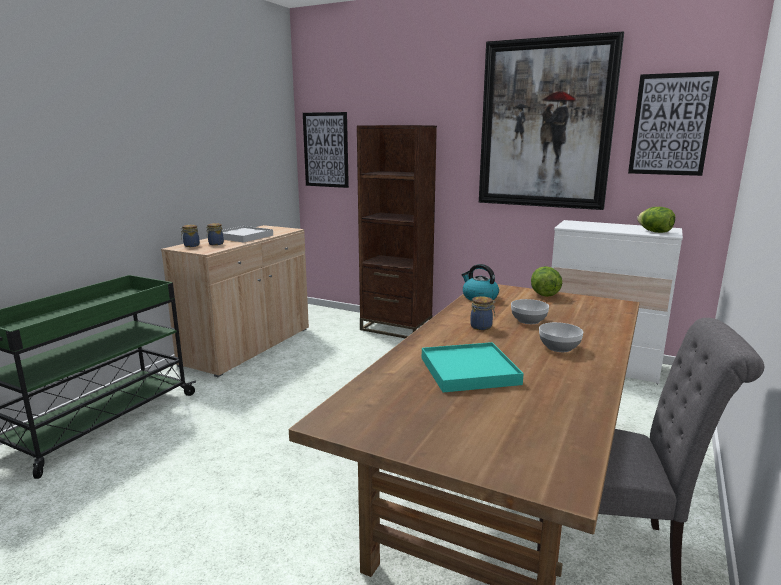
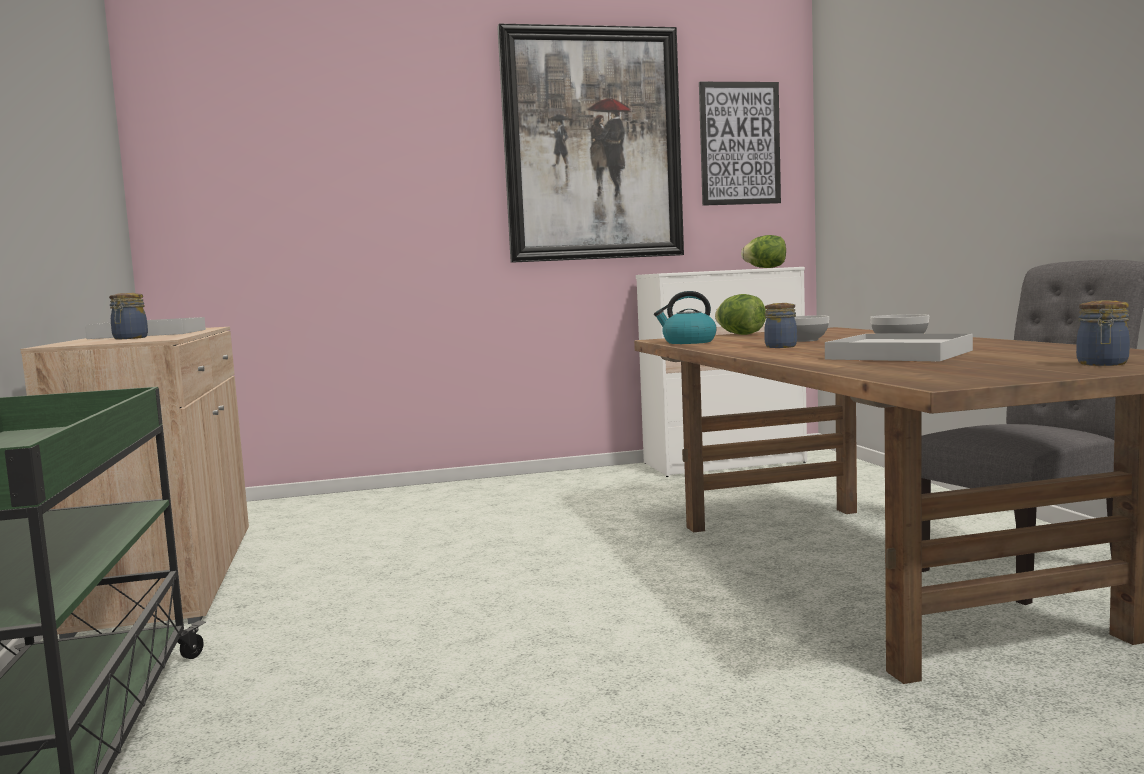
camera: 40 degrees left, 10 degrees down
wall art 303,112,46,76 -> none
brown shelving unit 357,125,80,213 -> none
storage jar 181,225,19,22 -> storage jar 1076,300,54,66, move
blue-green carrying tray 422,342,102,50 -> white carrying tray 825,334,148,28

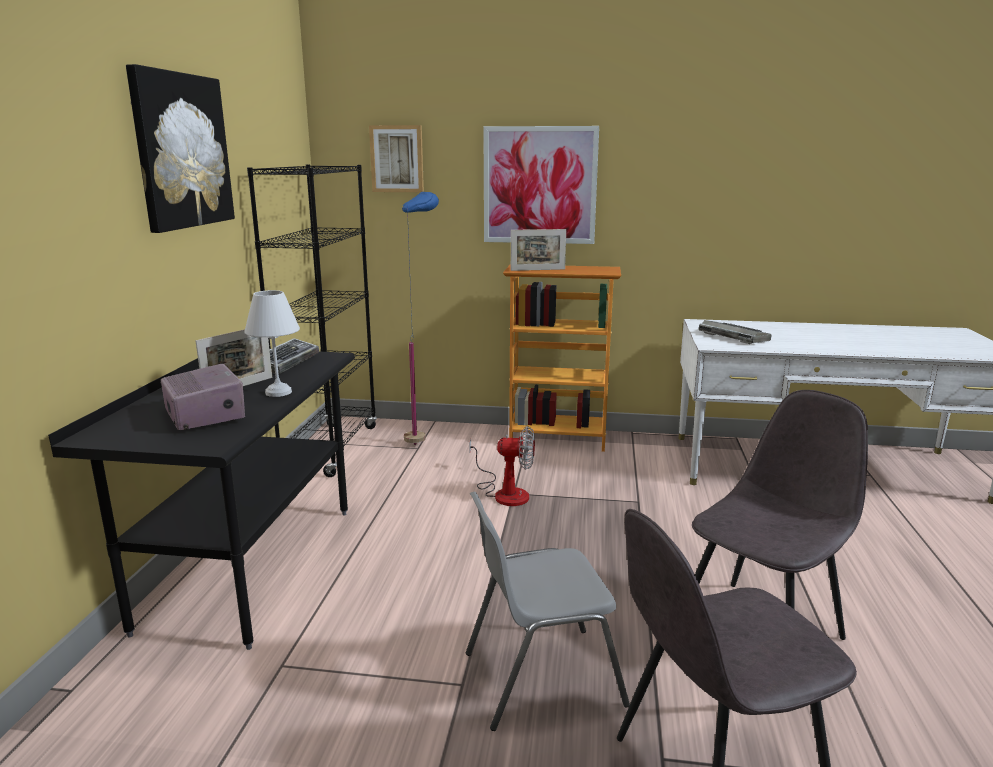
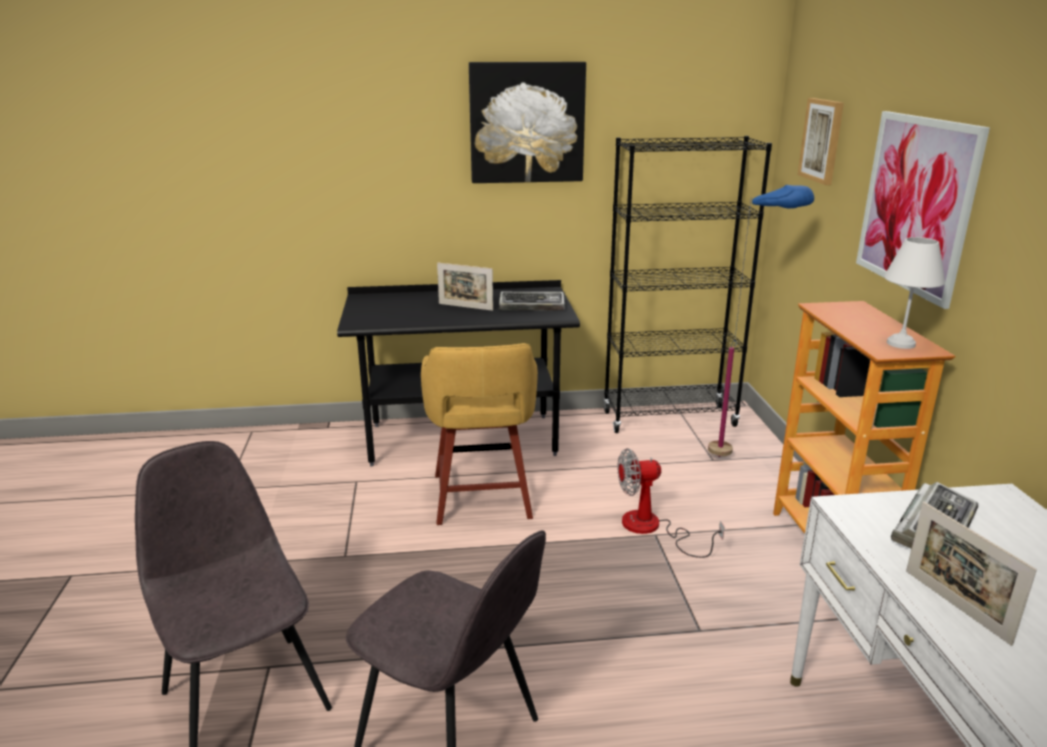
camera: 75 degrees right, 5 degrees up
photo frame 511,229,55,42 -> photo frame 906,502,131,144, move
white table lamp 244,290,56,107 -> white table lamp 884,237,61,112, move
radio receiver 161,364,84,66 -> none
fan 469,426,66,80 -> fan 617,448,107,110, 90 degrees clockwise
gray chair 466,492,164,239 -> none
none -> yellowish stool 421,343,117,182

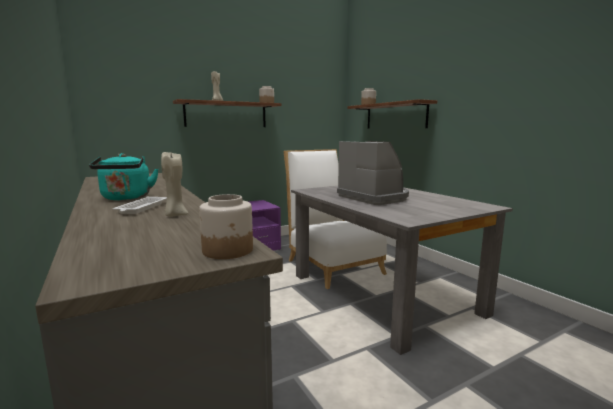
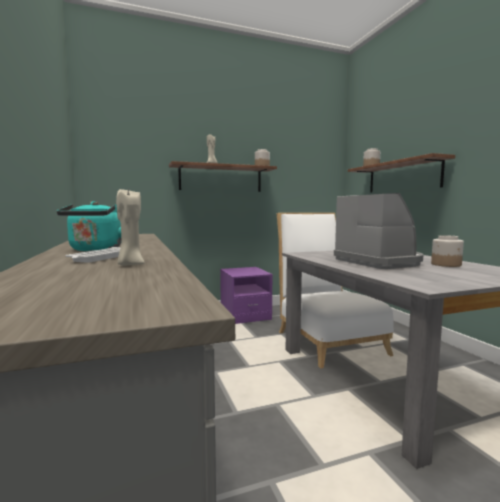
camera: 10 degrees right, 5 degrees down
storage jar 199,194,54,65 -> storage jar 431,235,33,32, move

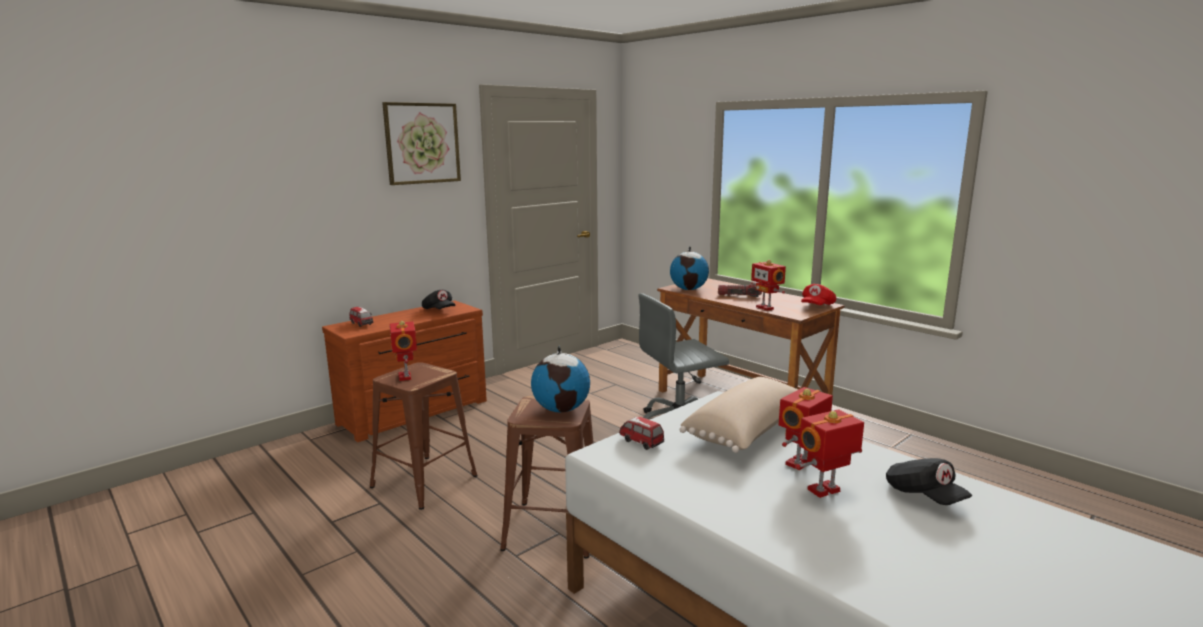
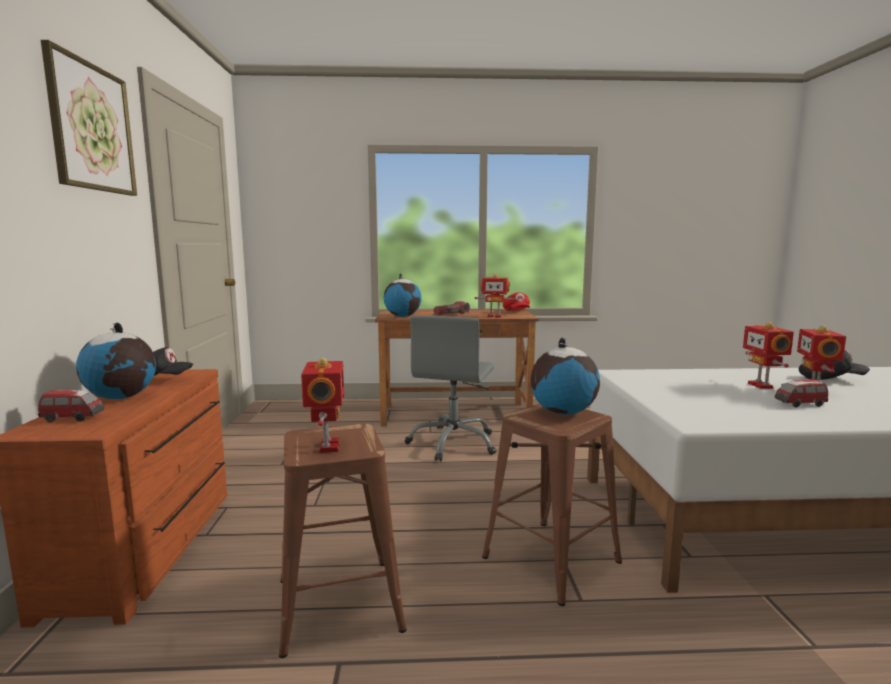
camera: 50 degrees left, 5 degrees down
toy robot 390,321,27,60 -> toy robot 301,357,43,96, 120 degrees counterclockwise
beige cushion 680,377,118,76 -> none
model car 619,417,45,33 -> model car 775,380,53,27, move
none -> desk globe 76,323,80,76

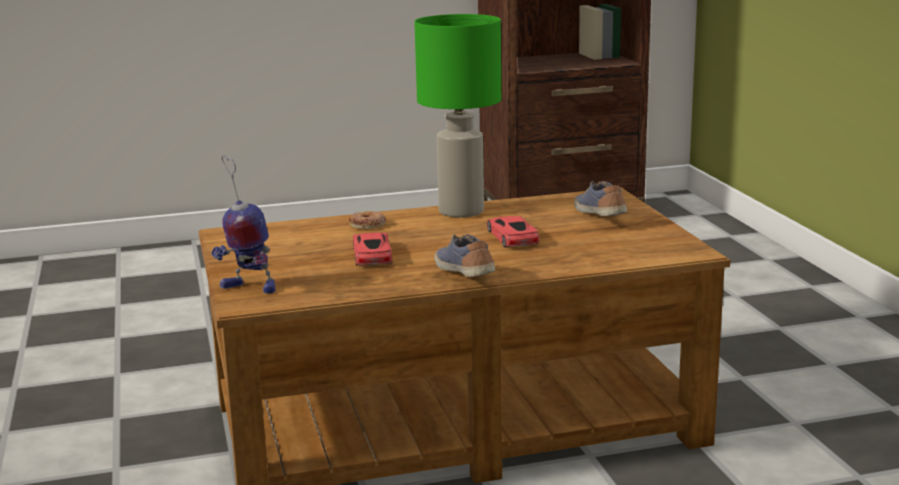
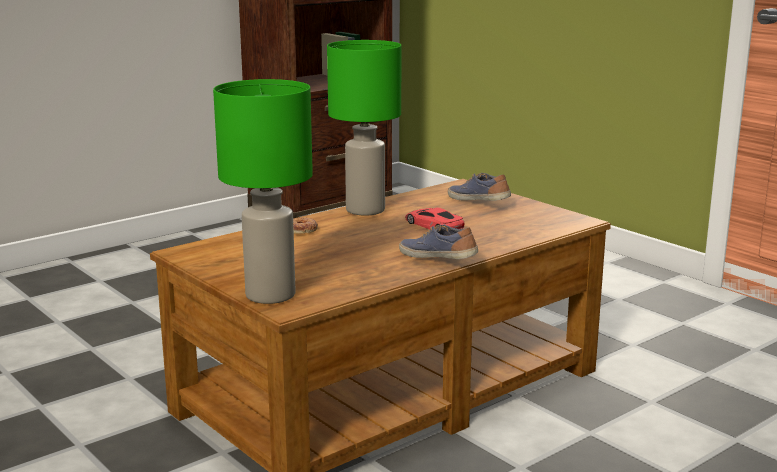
camera: 25 degrees left, 0 degrees up
toy robot 211,155,64,139 -> green table lamp 213,79,100,225
reddish model car 353,232,39,33 -> none

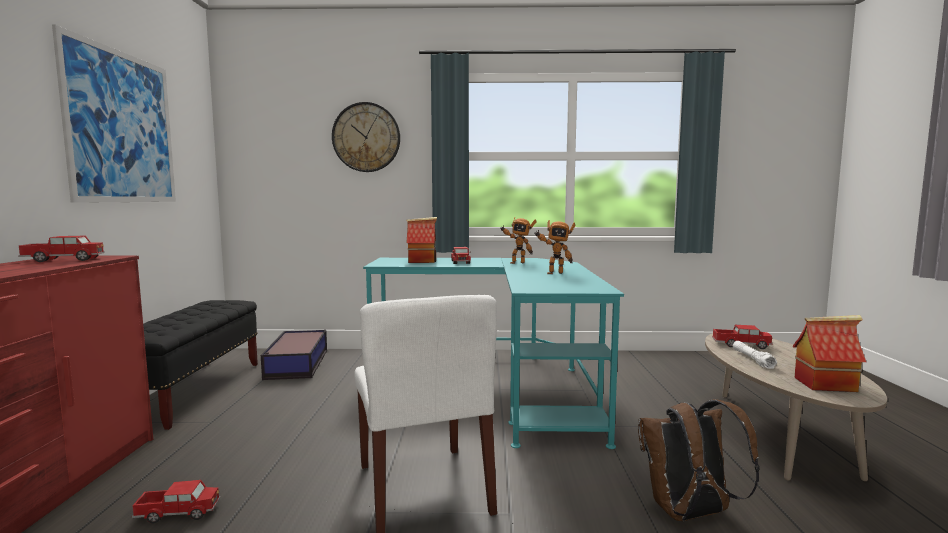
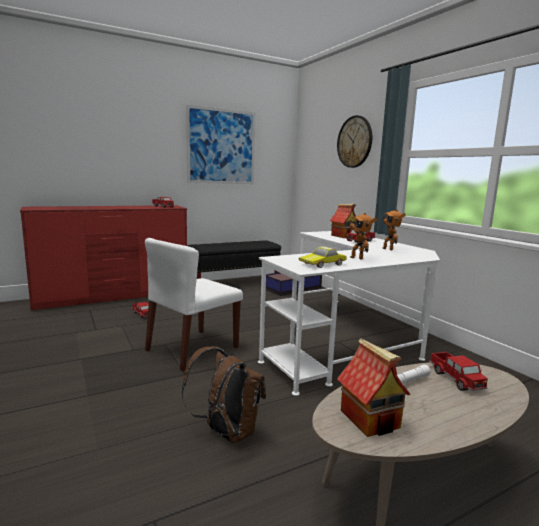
camera: 60 degrees right, 5 degrees up
blue-green desk table 363,258,261,191 -> white desk table 258,231,182,165
none -> model car 298,246,49,22

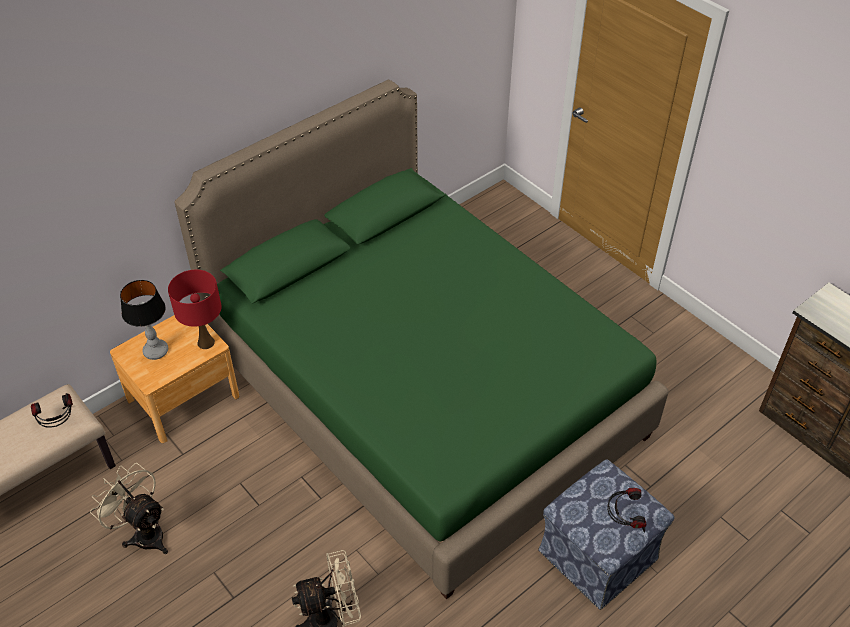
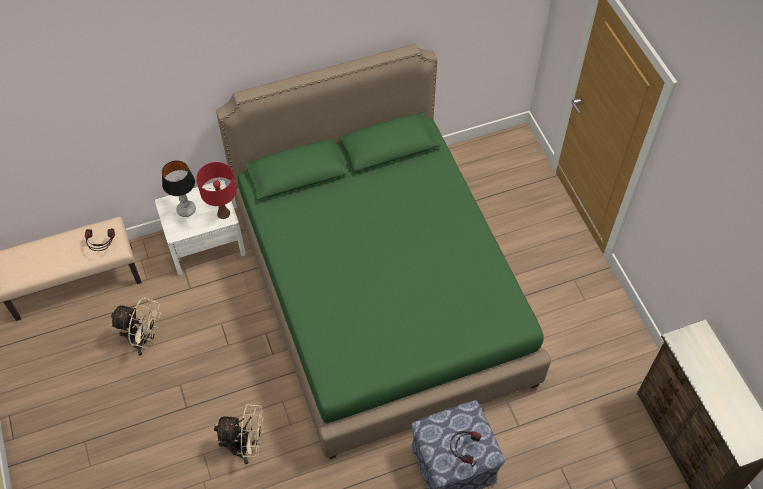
camera: 20 degrees right, 10 degrees up
brown night table 110,315,129,128 -> white night table 155,180,91,95
beige fan 90,463,78,91 -> beige fan 110,297,51,58, 135 degrees clockwise

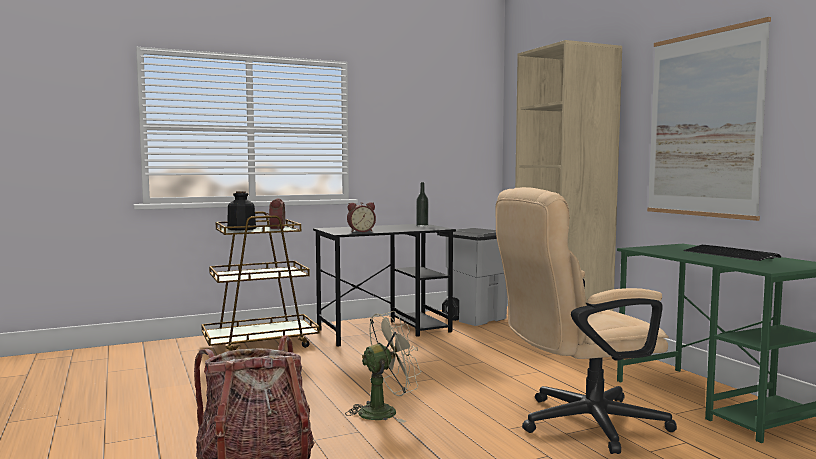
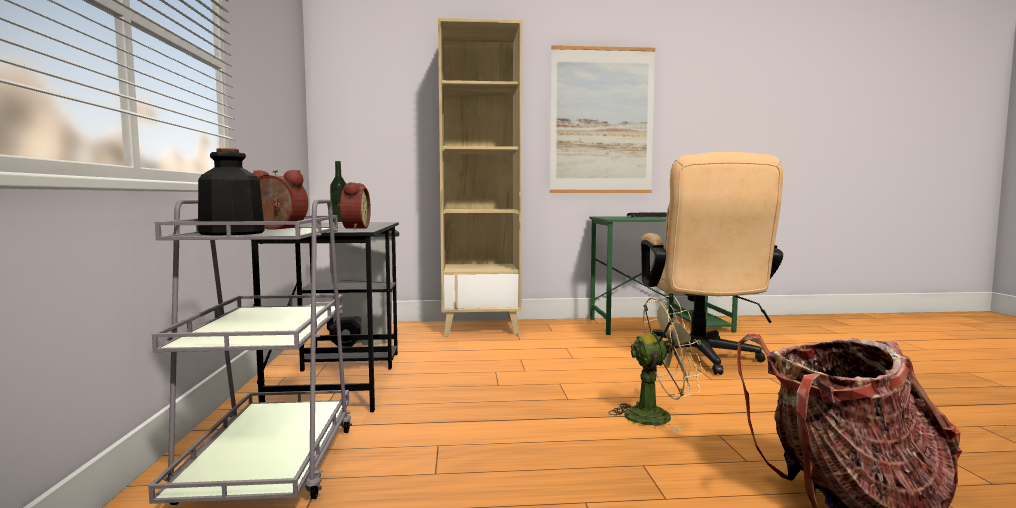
camera: 70 degrees left, 0 degrees up
brown cart 201,211,119,140 -> gray cart 148,199,204,306
beige fan 345,311,76,112 -> beige fan 608,295,96,137, 90 degrees clockwise

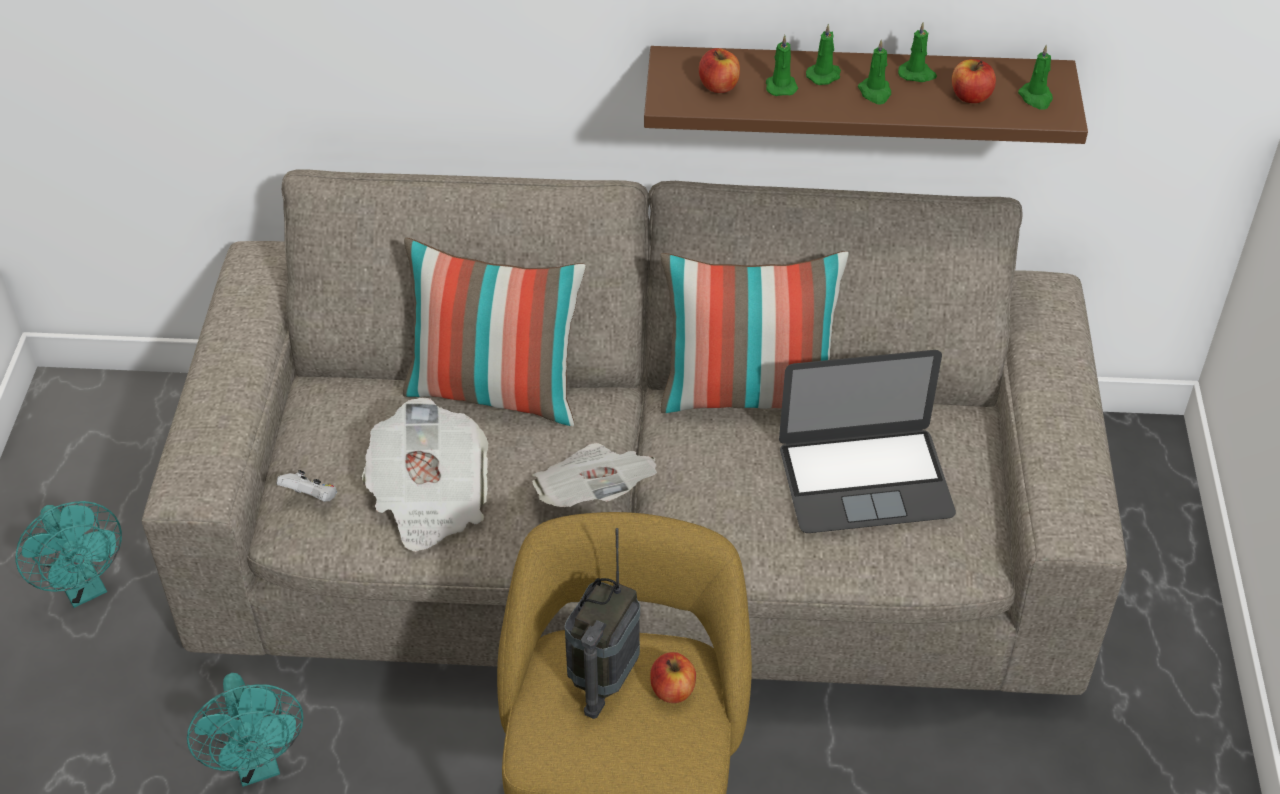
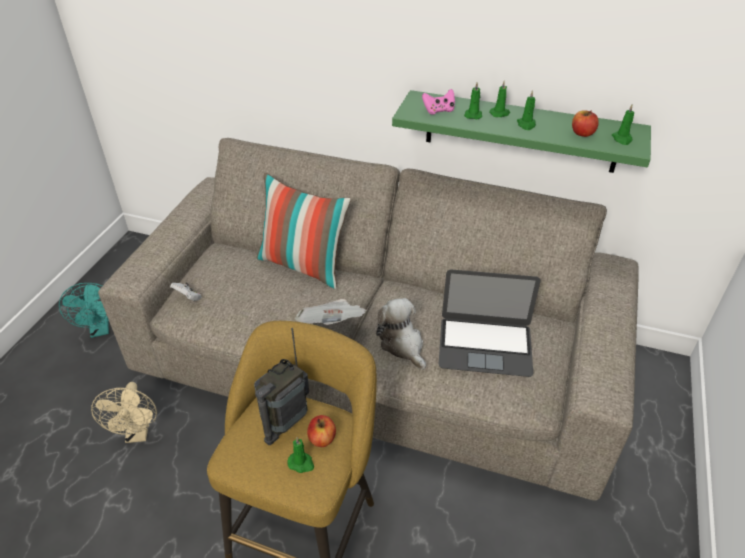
camera: 15 degrees right, 5 degrees down
green wax candle 898,22,39,60 -> green wax candle 288,437,26,36, move
brown bracket shelf 644,46,444,98 -> green bracket shelf 392,90,259,83
apple 699,48,41,45 -> pink gamepad 422,89,33,26
cushion 660,251,189,162 -> none
printed paper 362,398,126,154 -> none
blue-green fan 187,673,116,114 -> beige fan 91,382,66,61
none -> cuddly toy 376,298,50,71

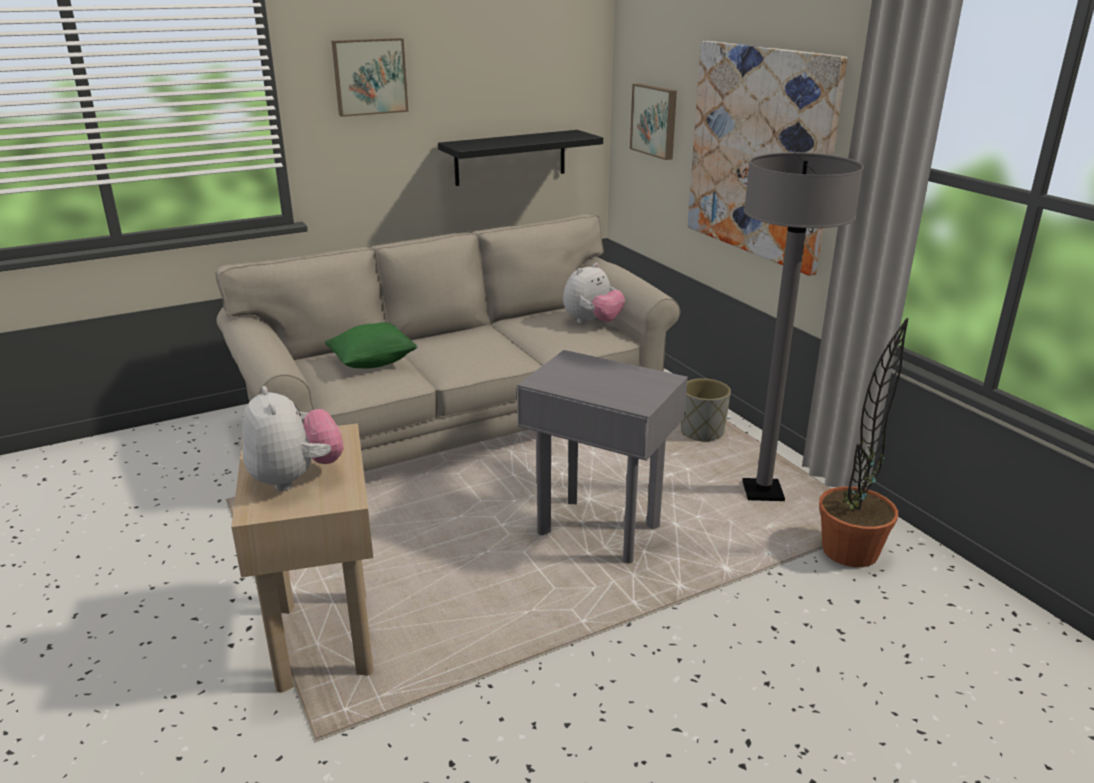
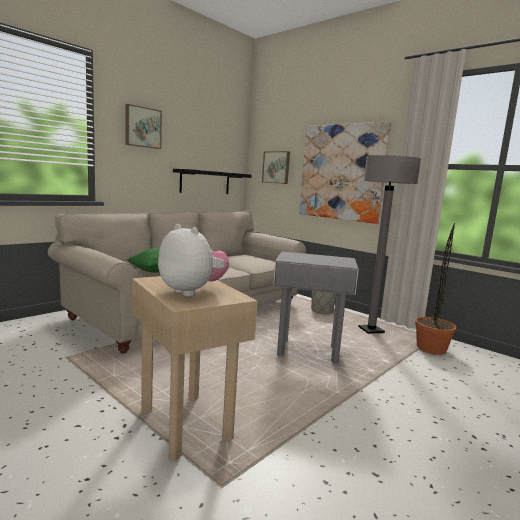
camera: 20 degrees left, 15 degrees down
cuddly toy 563,263,62,61 -> none

